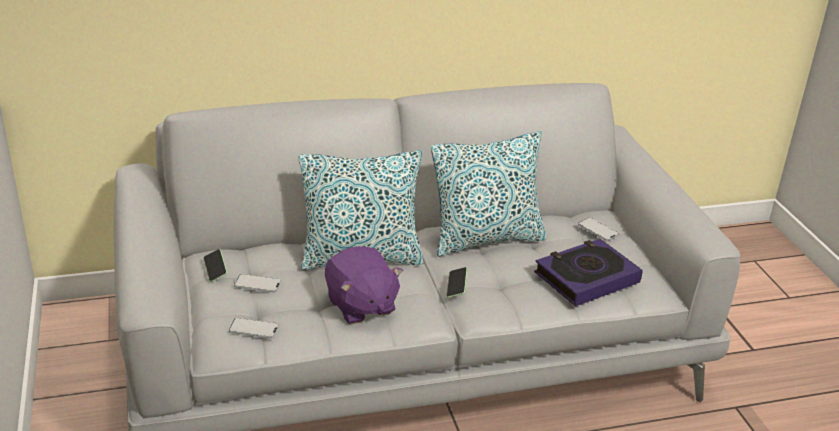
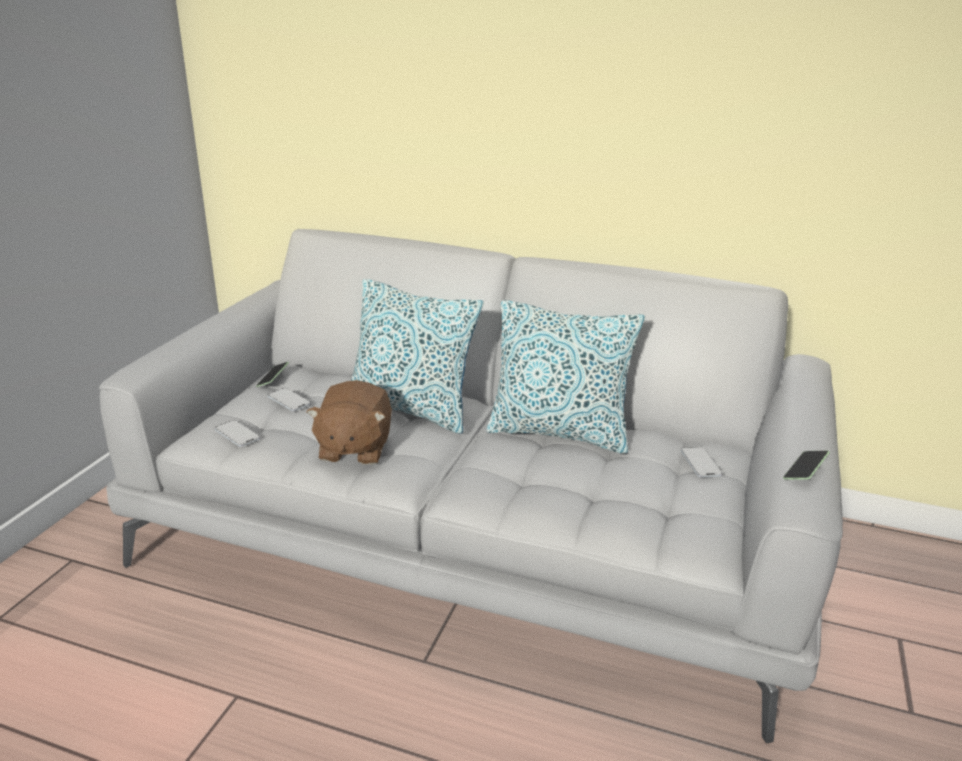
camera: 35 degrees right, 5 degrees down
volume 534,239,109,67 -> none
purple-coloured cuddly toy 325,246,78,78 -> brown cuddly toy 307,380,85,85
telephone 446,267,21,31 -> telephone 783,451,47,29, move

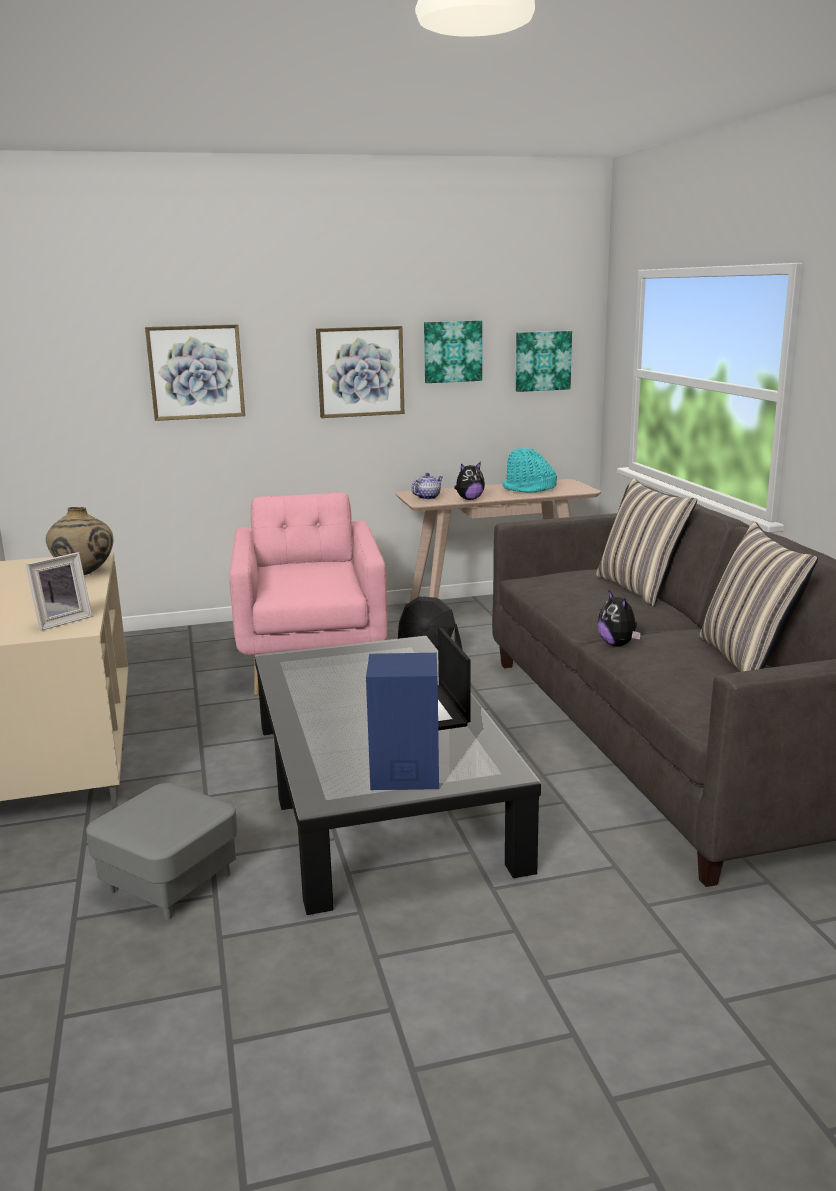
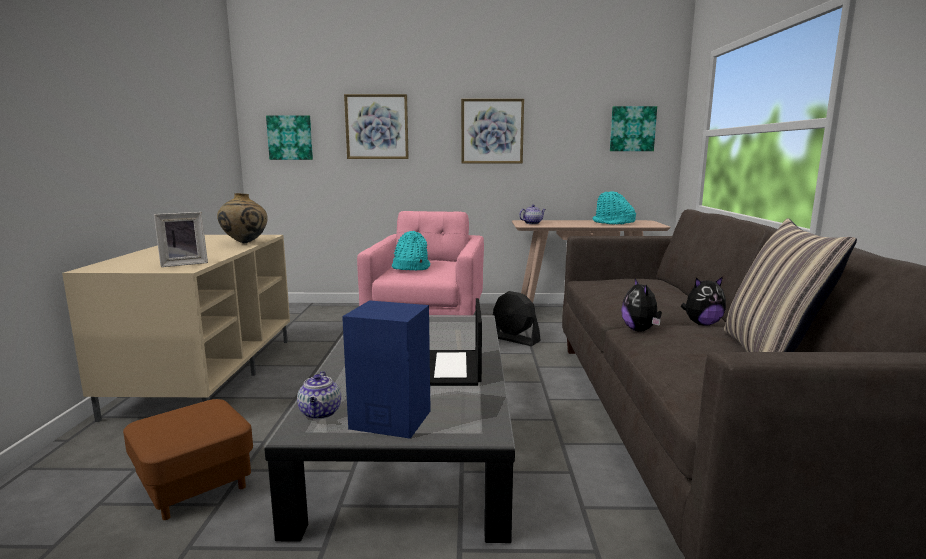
camera: 15 degrees right, 5 degrees down
wall art 424,320,58,63 -> wall art 266,115,47,45, move
cuddly toy 454,462,31,38 -> cuddly toy 681,277,45,48, move
cushion 595,478,102,129 -> none
gray ottoman 86,783,152,137 -> brown ottoman 123,399,130,121
none -> blue-green wearable hat 392,231,38,40
none -> tea pot 297,371,44,48

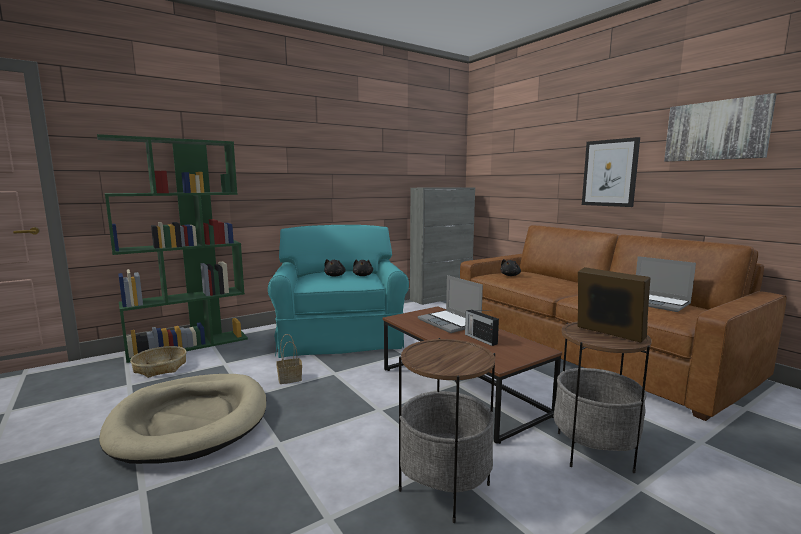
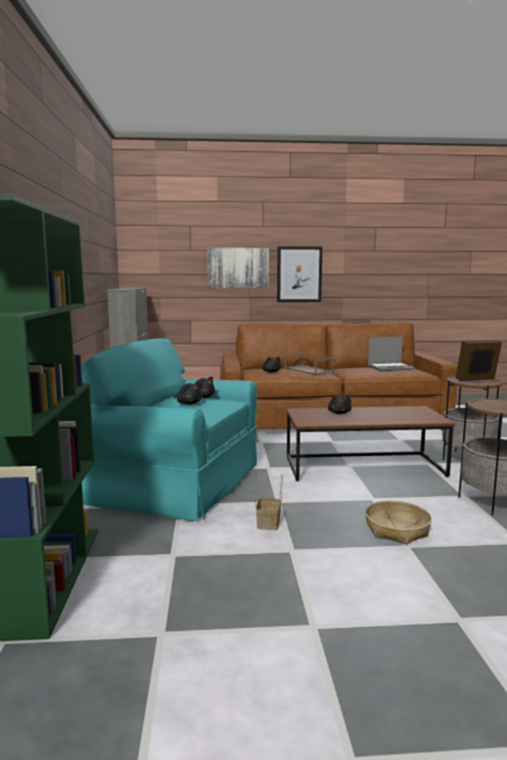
camera: 60 degrees left, 0 degrees up
wall art 664,93,112,69 -> wall art 207,248,62,40, move
notebook computer 418,275,65,58 -> black cuddly toy 328,395,23,19
radio receiver 465,309,34,37 -> none
basket 130,346,57,32 -> basket 365,501,67,44, move
beige dog bed 99,374,167,90 -> none
none -> brown carrying tray 284,353,51,22

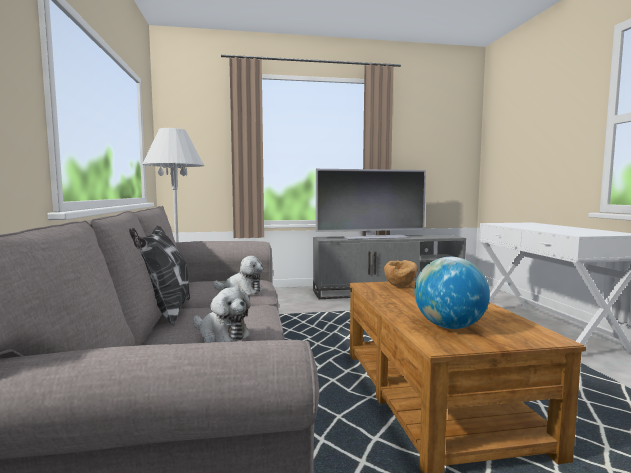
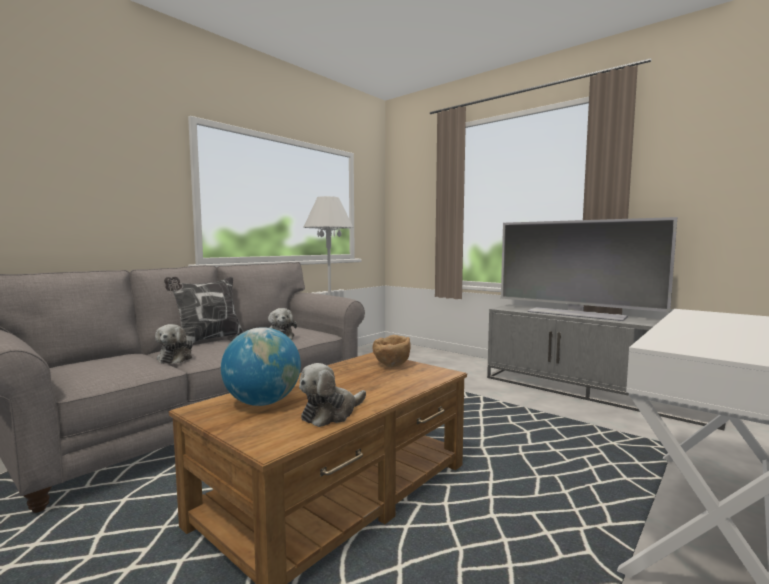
camera: 50 degrees right, 0 degrees up
none -> cuddly toy 299,363,67,64

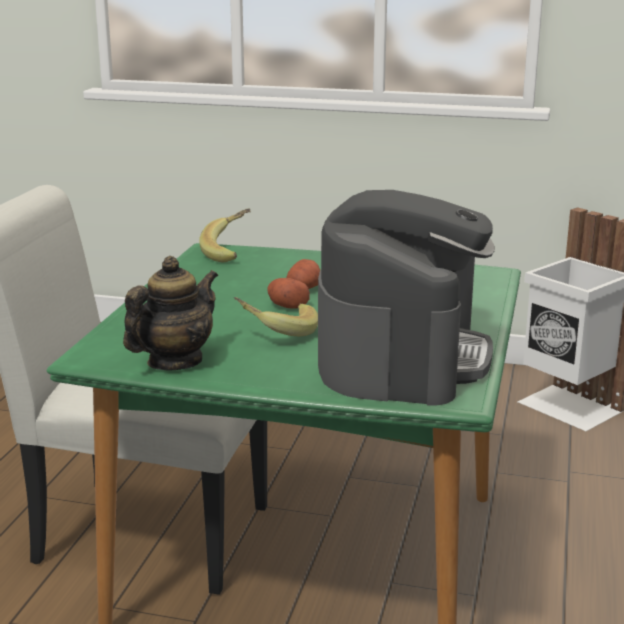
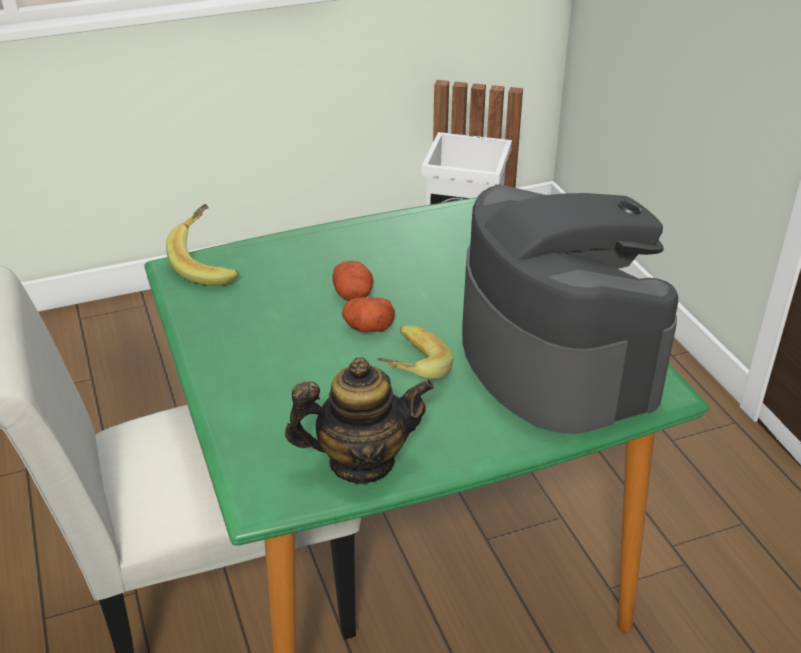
camera: 35 degrees left, 15 degrees up
tea pot 123,256,95,115 -> tea pot 285,357,149,127, 75 degrees clockwise

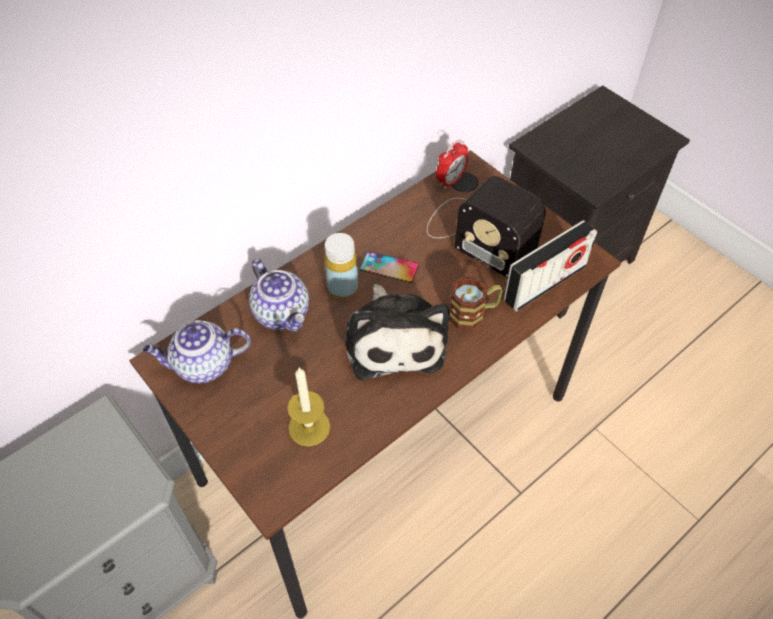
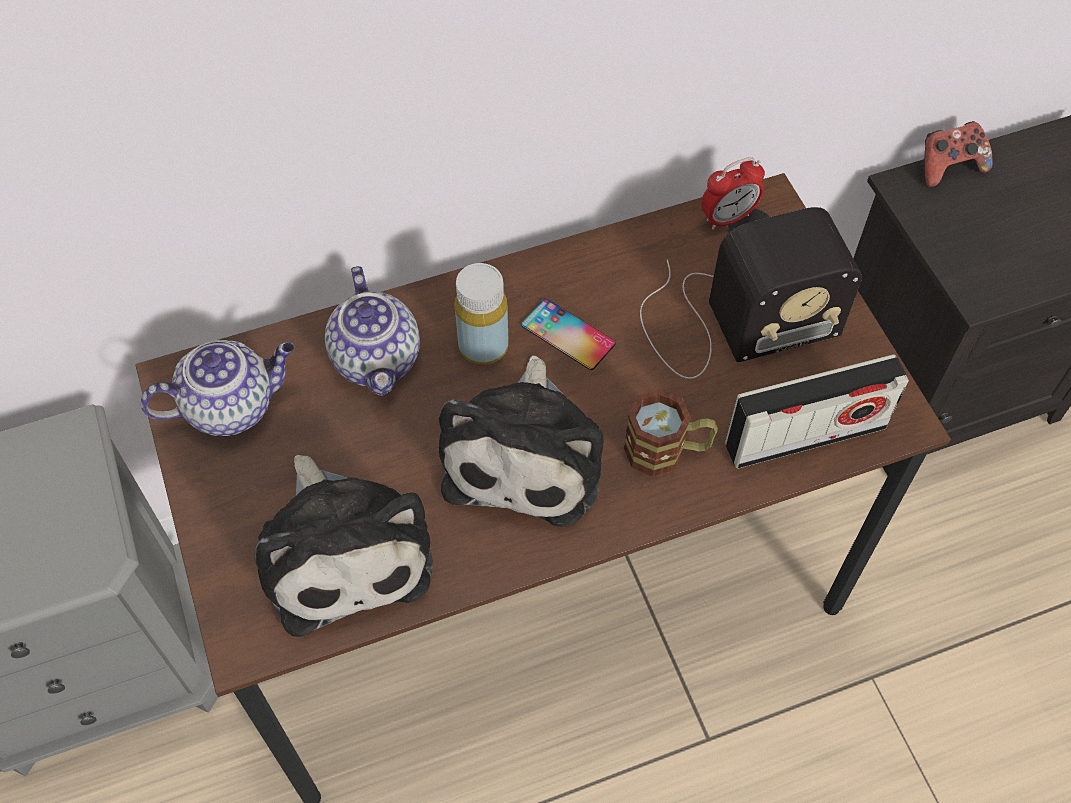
camera: 20 degrees right, 5 degrees up
radio receiver 427,176,119,102 -> radio receiver 640,207,222,172, 75 degrees counterclockwise
tea pot 143,320,108,64 -> tea pot 140,340,154,96, 150 degrees clockwise
wax candle 287,368,43,78 -> cuddly toy 255,455,179,182
none -> gamepad 923,121,70,66

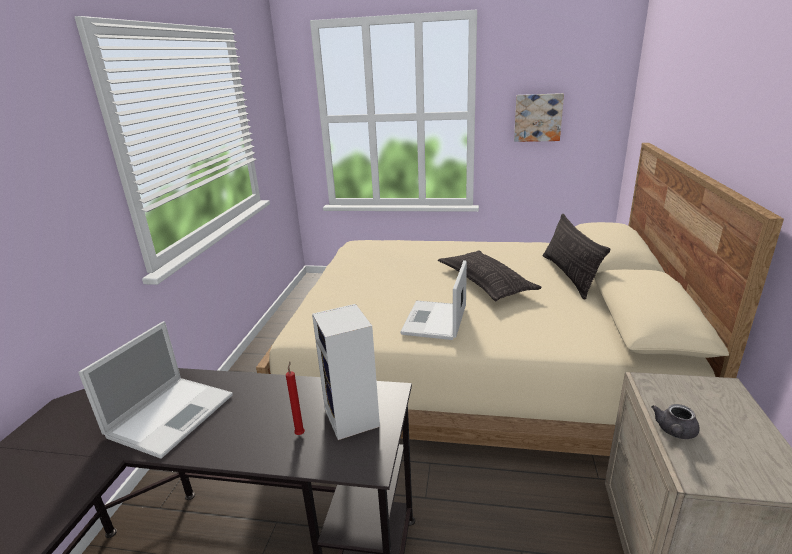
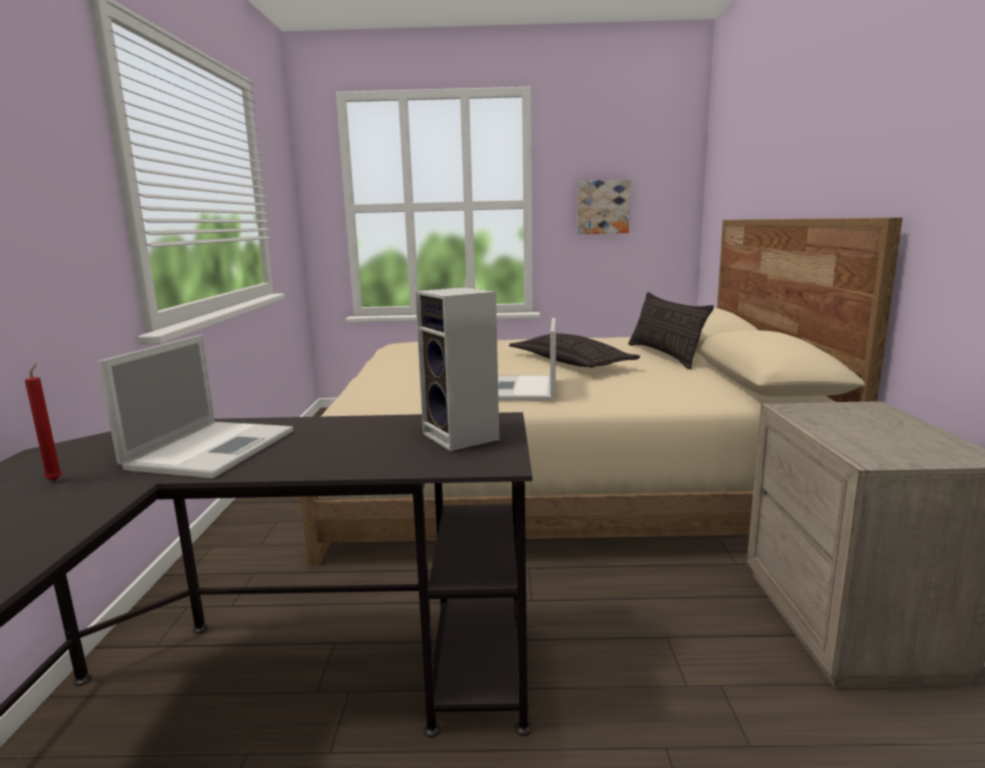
camera: 10 degrees left, 10 degrees down
reddish wax candle 286,362,19,73 -> reddish wax candle 25,364,37,117, move
gray tea pot 651,404,49,35 -> none

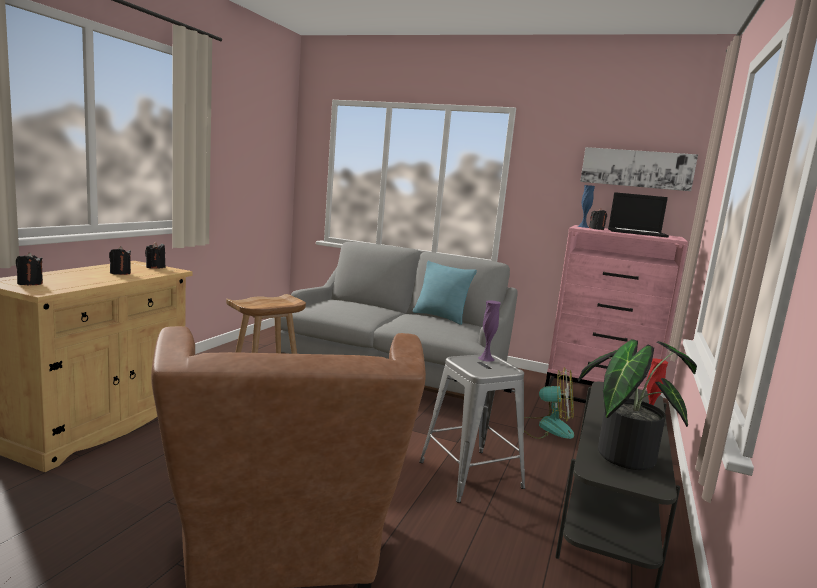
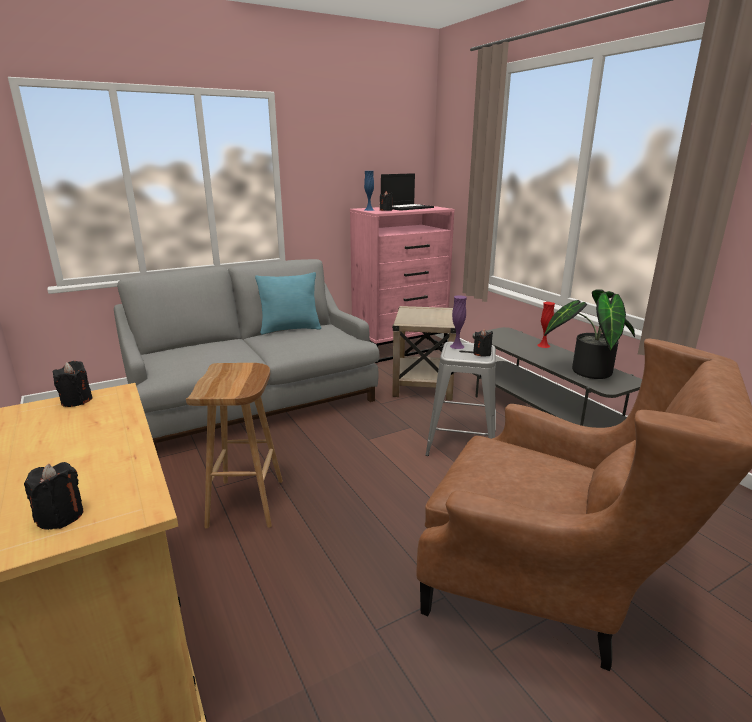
camera: 50 degrees left, 10 degrees up
wall art 580,147,118,44 -> none
black wax candle 109,246,22,29 -> black wax candle 473,329,20,28, move
fan 524,367,50,72 -> beige accent table 392,306,64,94

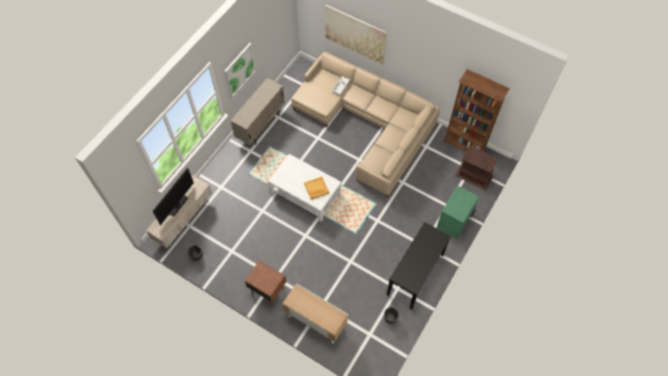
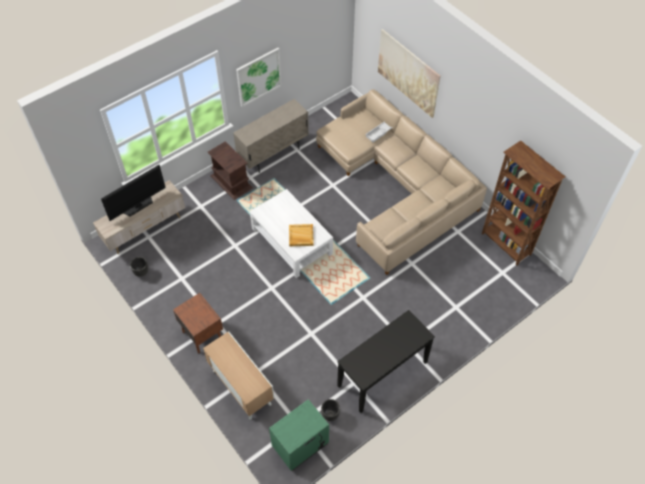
camera: 20 degrees right, 5 degrees down
brown accent table 455,145,43,45 -> brown accent table 207,141,46,59, move
green night table 437,186,42,52 -> green night table 269,399,60,72, move

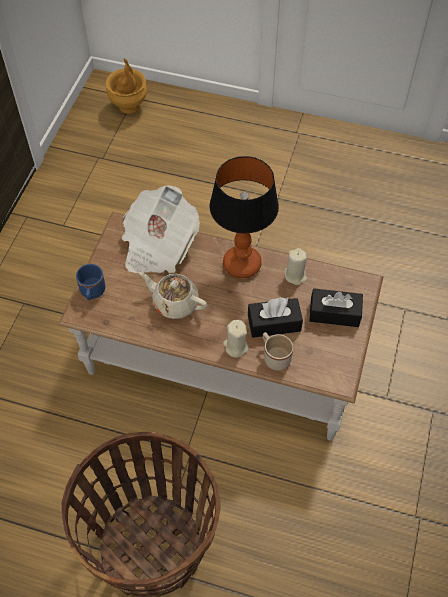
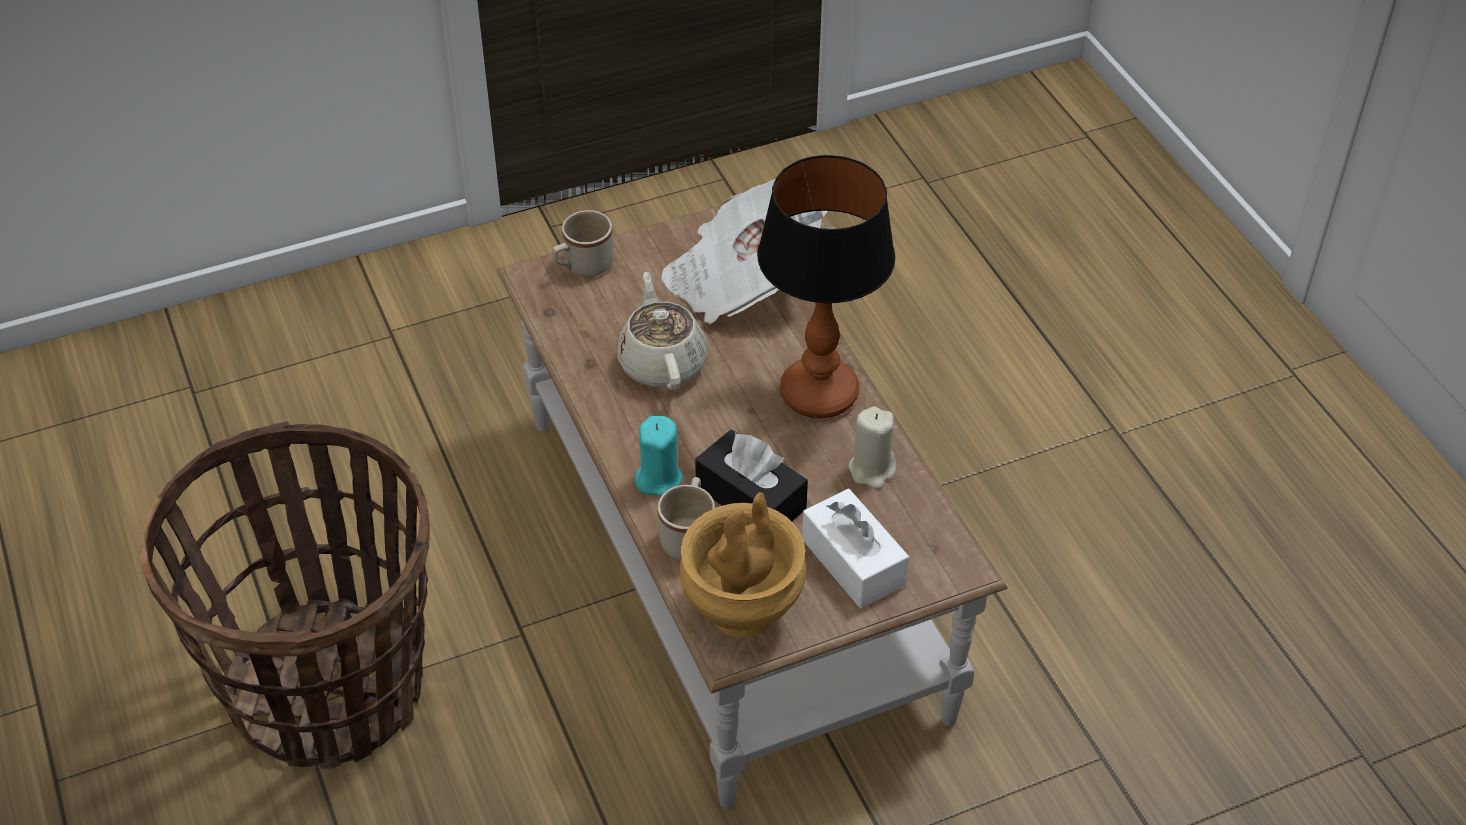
camera: 50 degrees right, 10 degrees down
brown decorative vase 106,58,41,56 -> brown decorative vase 680,492,126,146, move
blue-coloured coffee mug 76,264,29,36 -> beige coffee mug 552,210,61,67
black tissue holder 309,288,54,39 -> white tissue holder 802,489,107,119
beige wax candle 223,320,25,38 -> blue-green wax candle 635,416,48,80

